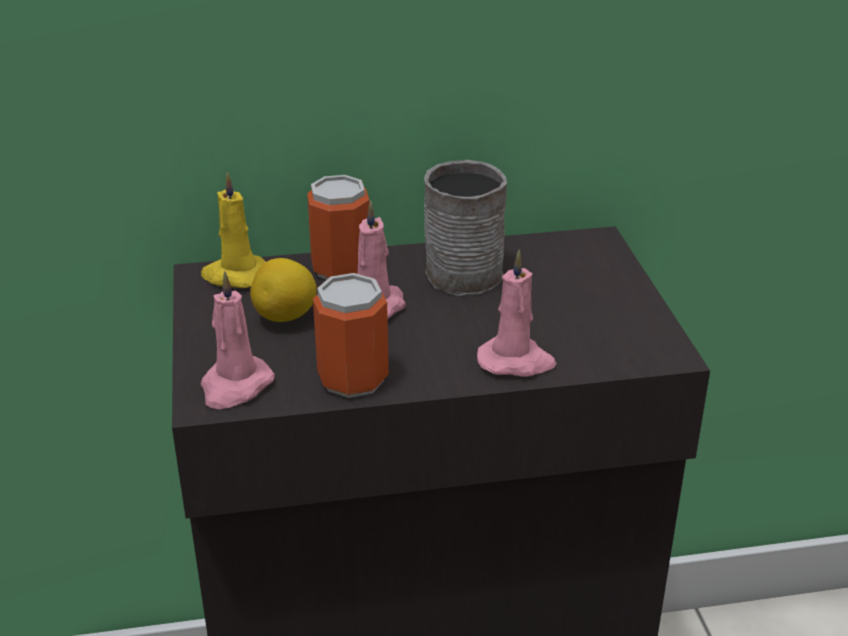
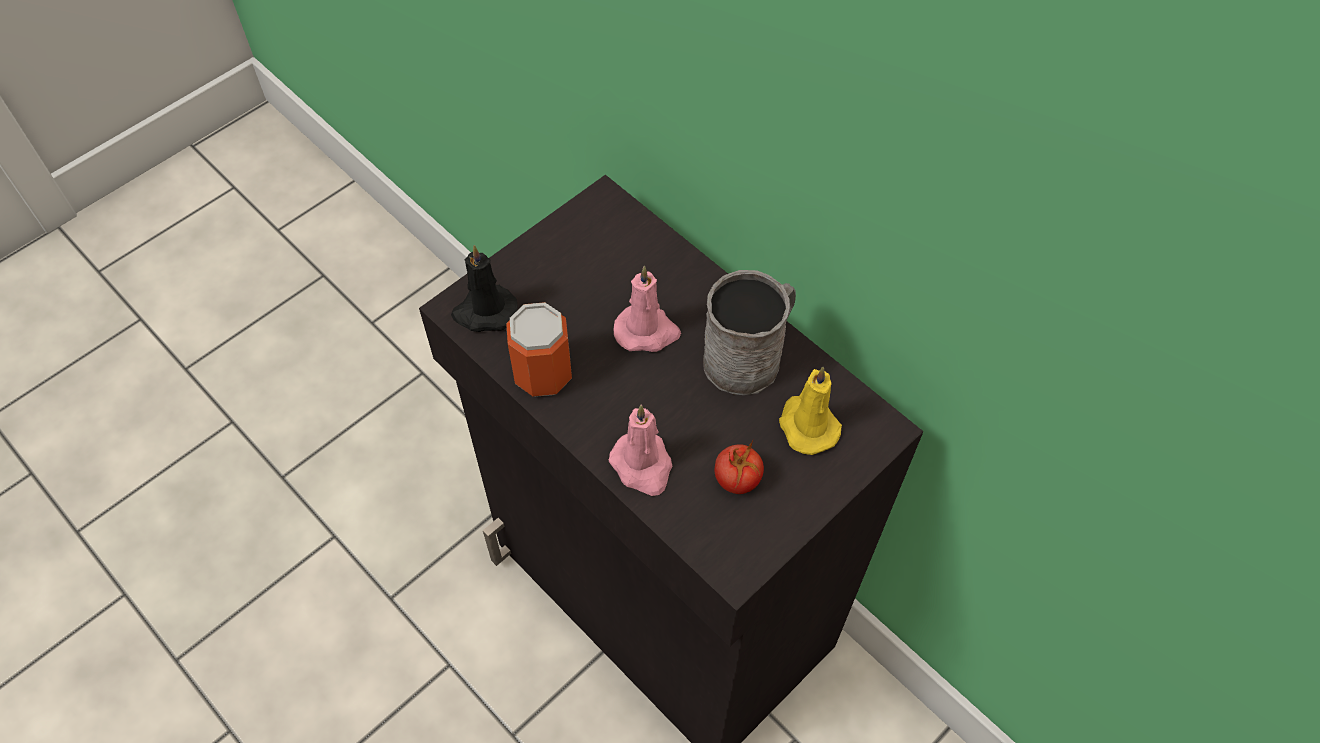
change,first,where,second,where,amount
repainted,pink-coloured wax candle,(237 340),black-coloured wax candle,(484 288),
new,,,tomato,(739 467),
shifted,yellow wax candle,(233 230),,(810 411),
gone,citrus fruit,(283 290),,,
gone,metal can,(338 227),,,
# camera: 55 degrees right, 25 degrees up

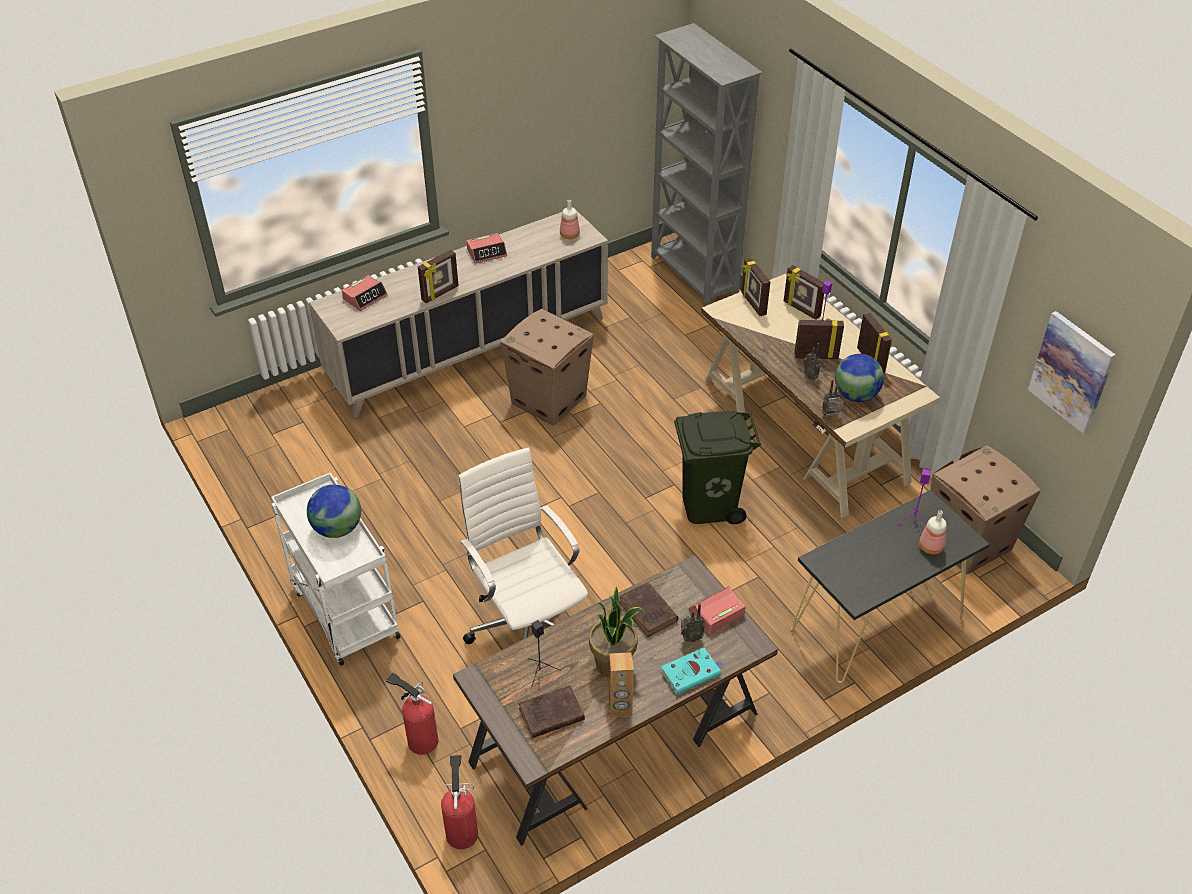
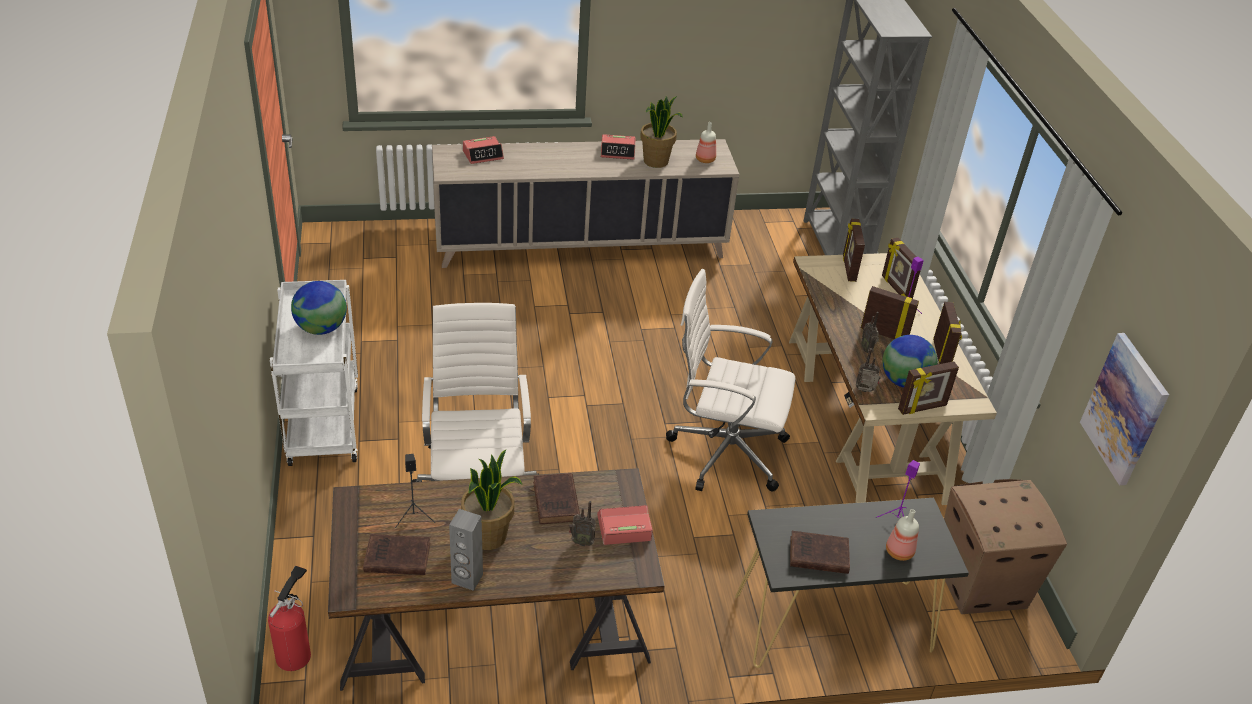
change,first,where,second,where,amount
repainted,brown speaker,(621 684),gray speaker,(466 550),
new,,,houseplant,(661 132),
swapped,green-coloured rubbish bin,(717 467),white-coloured computer chair,(730 380),
new,,,brown book,(820 552),
shifted,photo frame,(438 276),,(928 388),
gone,fire-fighting cylinder,(412 713),,,
gone,packing box,(547 367),,,
gone,turquoise book,(692 671),,,
# camera: 20 degrees right, 5 degrees down

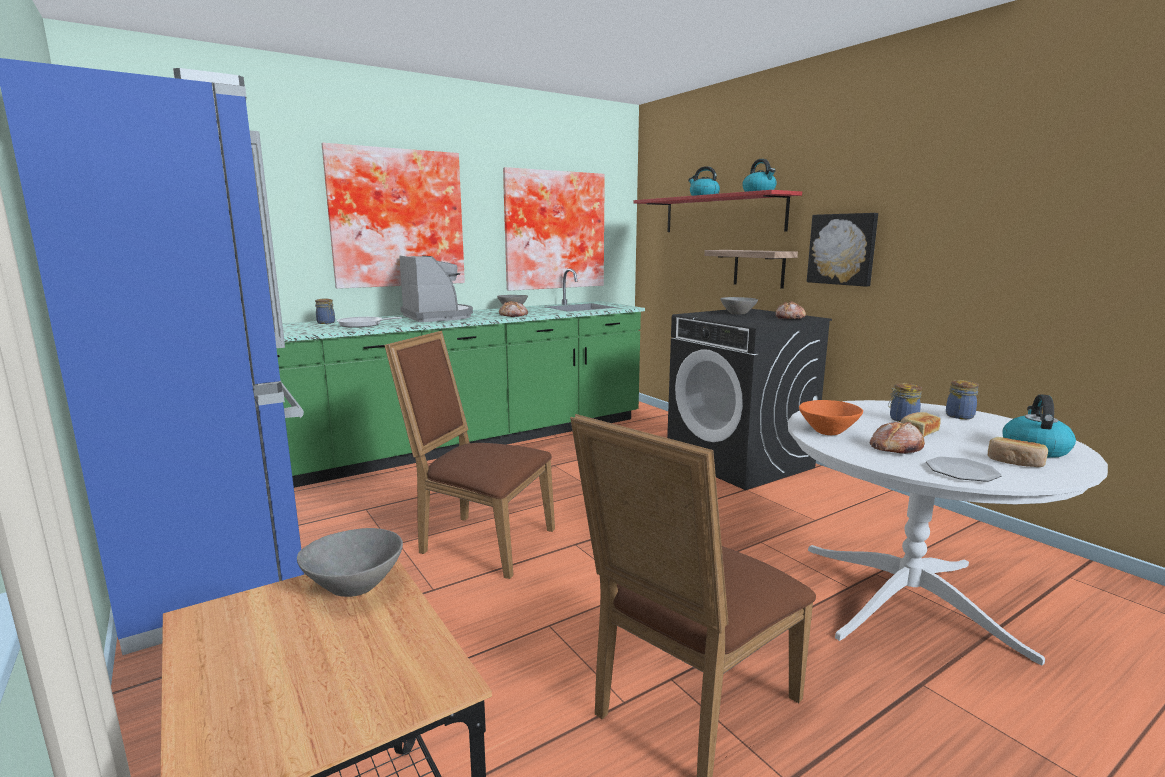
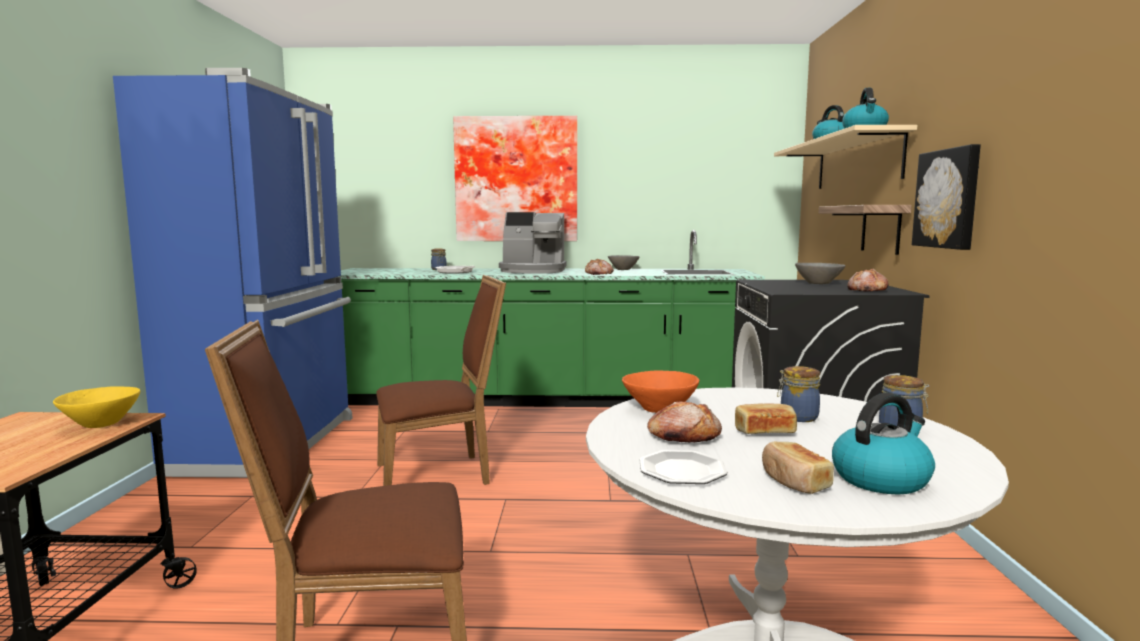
change,first,where,second,where,amount
repainted,gray deep dish,(350 562),yellow deep dish,(96 407),
rotated,brown upright chair,(469 455),,(441 380),105 degrees clockwise
rotated,coffee machine,(436 288),,(533 243),90 degrees clockwise
repainted,red shelf,(718 211),sand-coloured shelf,(846 157),
gone,wall picture,(554 229),,,
# camera: 35 degrees right, 5 degrees down

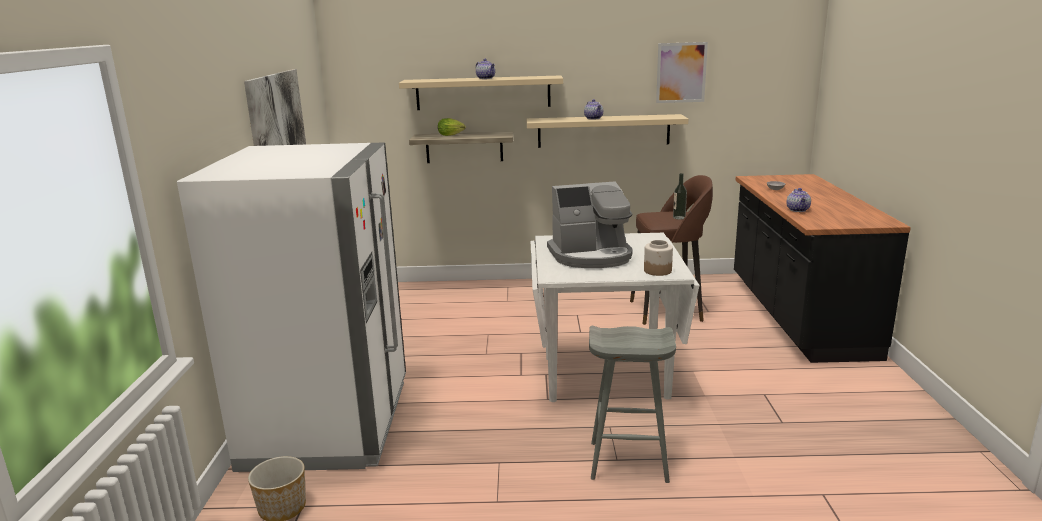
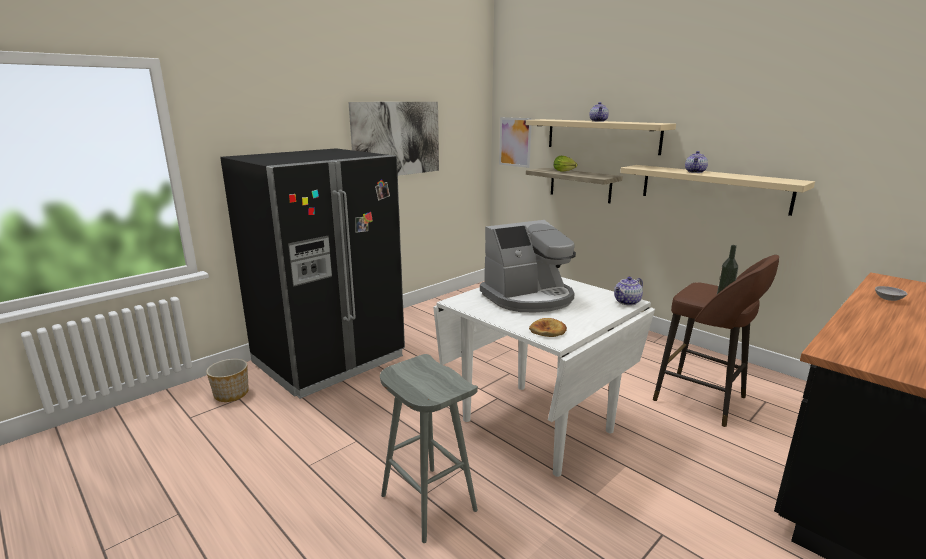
change,first,where,second,where,amount
repainted,white-coloured fridge,(291 307),black-coloured fridge,(312 273),
rotated,coffee machine,(589 224),,(528 266),60 degrees counterclockwise
shifted,wall picture,(682 72),,(515 142),
swapped,jar,(658 258),baked bread,(548 327),
shifted,pot for tea,(798 200),,(628 291),
# camera: 45 degrees right, 0 degrees up

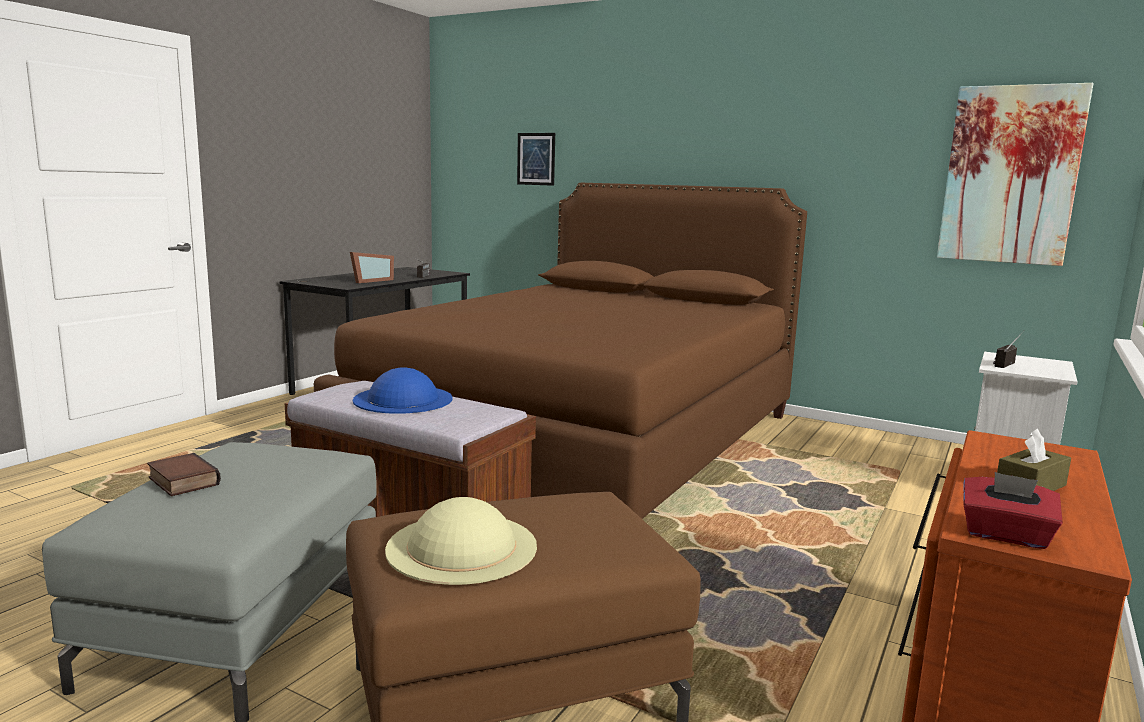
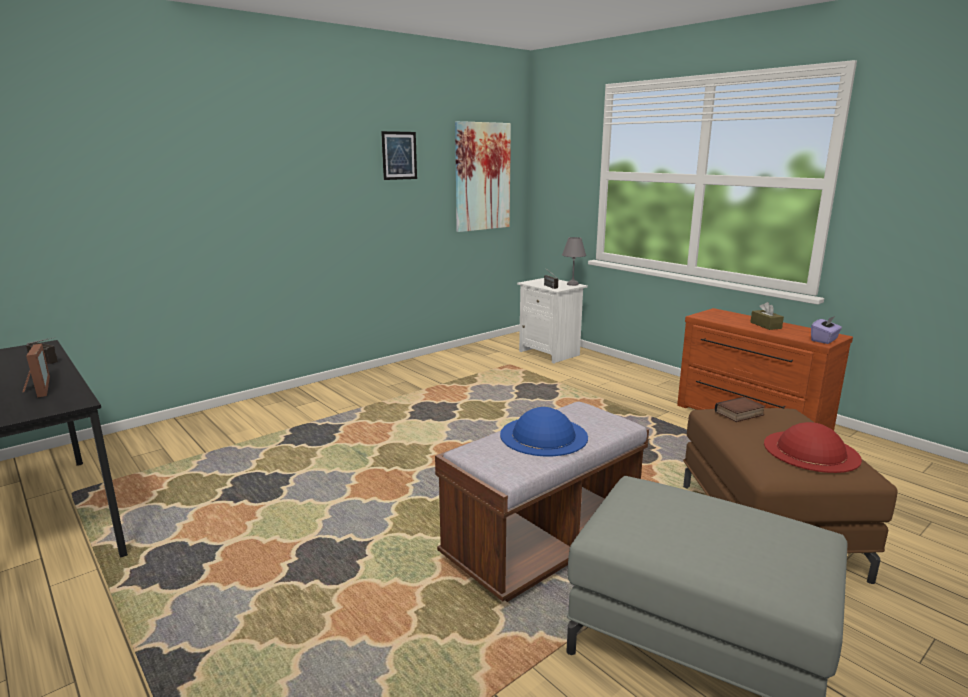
change,first,where,second,where,amount
shifted,wall picture,(536 159),,(399 155),
new,,,gray table lamp,(574 261),
shifted,book,(184 474),,(740 409),
repainted,sand-coloured wearable hat,(461 541),red wearable hat,(813 447),
repainted,red box of tissues,(1013 510),purple box of tissues,(826 330),
gone,brown bed,(560 351),,,
# camera: 70 degrees left, 5 degrees up

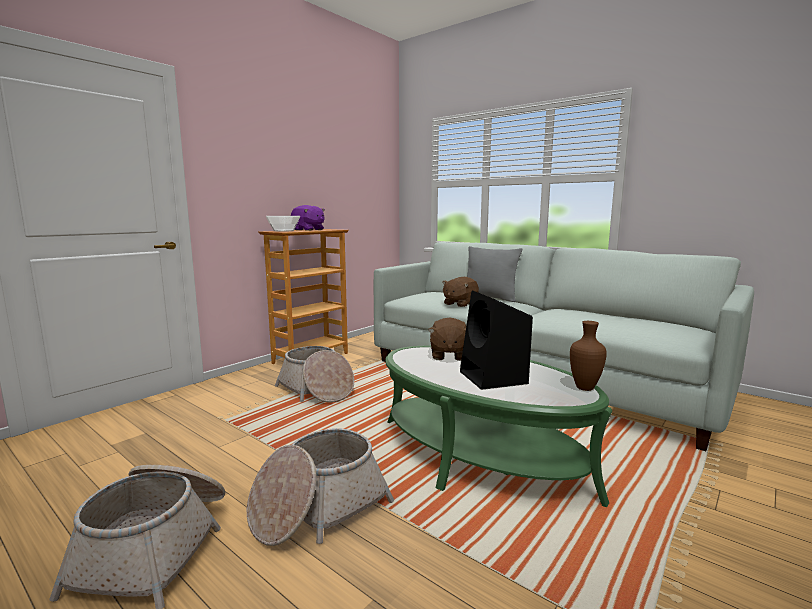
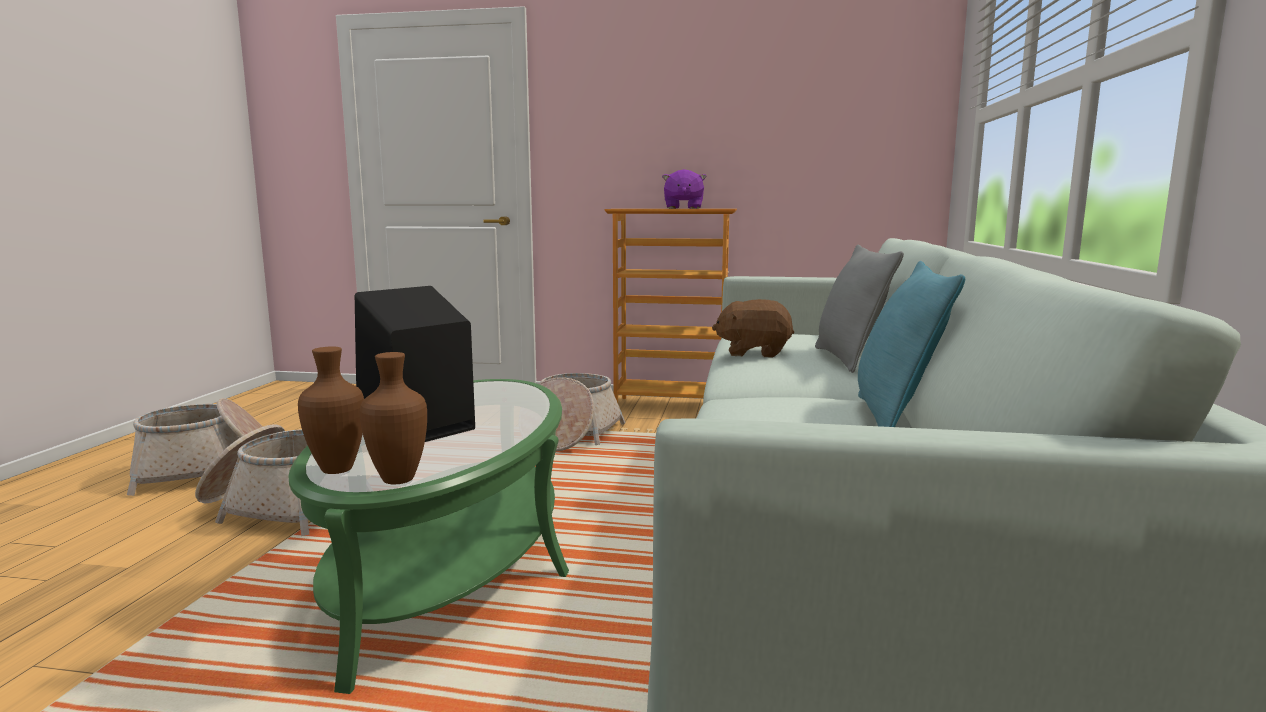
change,first,where,second,where,amount
new,,,brown vase,(331 410),
new,,,turquoise throw pillow,(911 344),
gone,deep dish,(283 224),,,
gone,brown cuddly toy,(447 339),,,
# camera: 60 degrees right, 0 degrees up

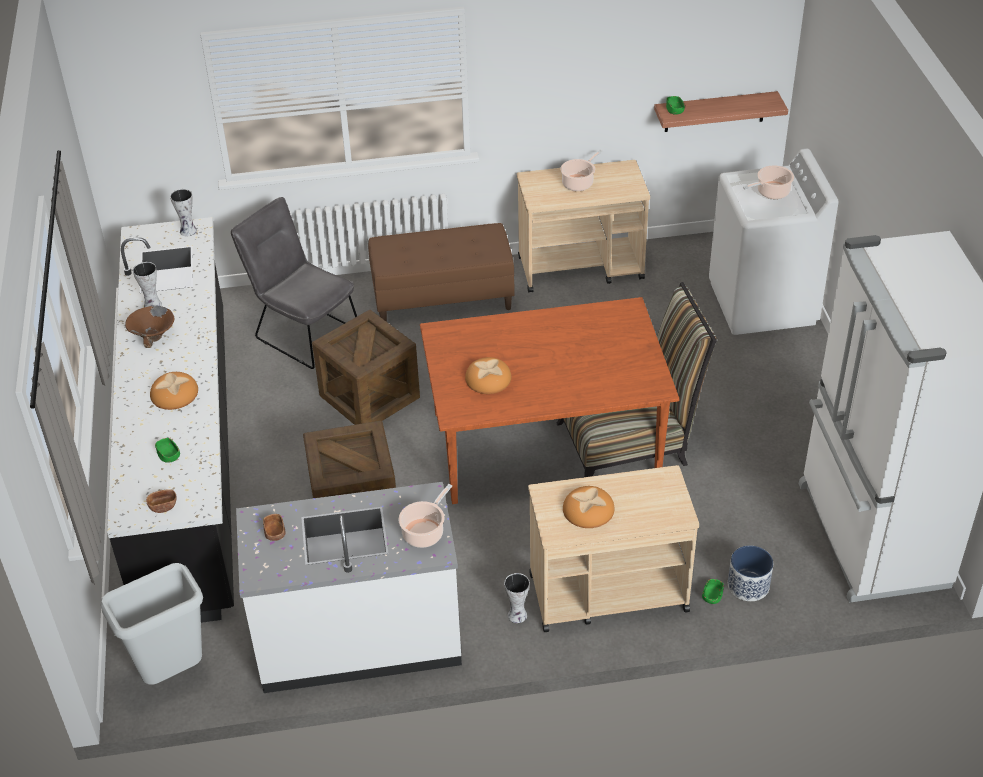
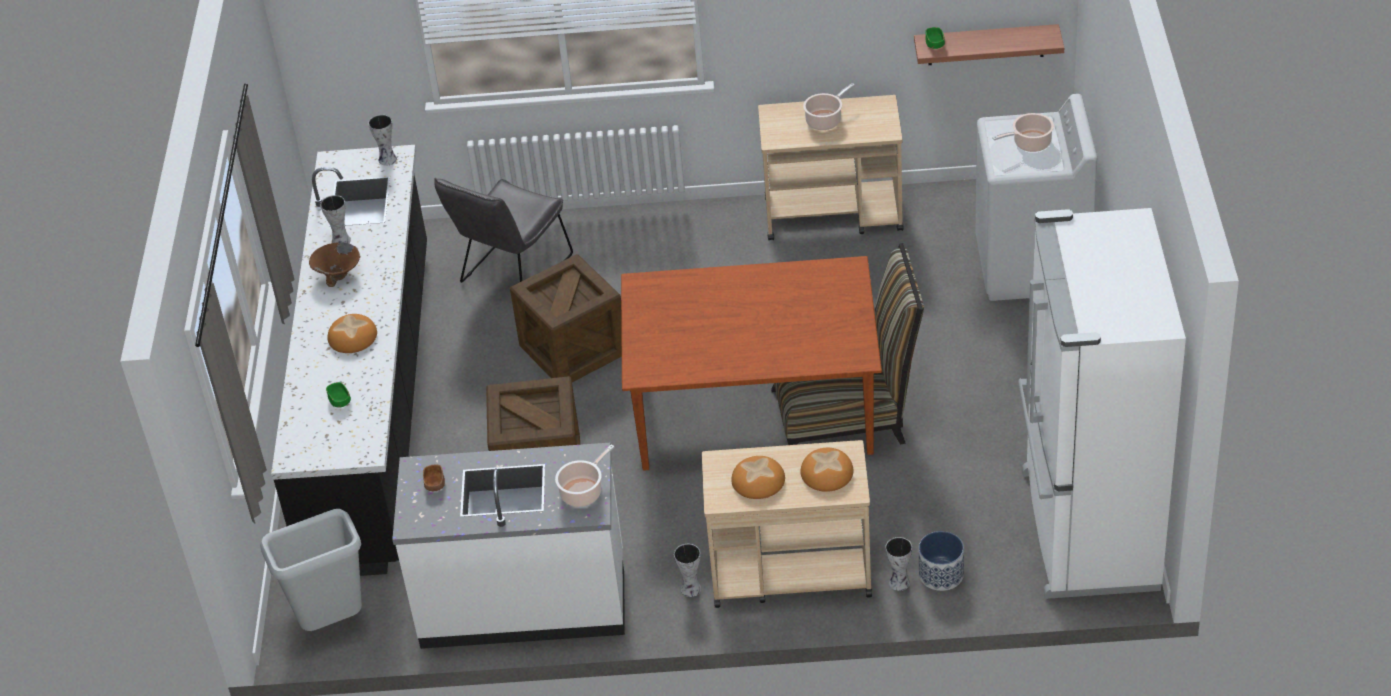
change,first,where,second,where,amount
rotated,gray upright chair,(294 283),,(503 230),105 degrees counterclockwise
shifted,baked bread,(488 375),,(826 470),
swapped,green-coloured deep dish,(713 591),vase,(898 564),
gone,brown deep dish,(161 501),,,
gone,brown long seat,(441 272),,,
# camera: 10 degrees right, 0 degrees up

